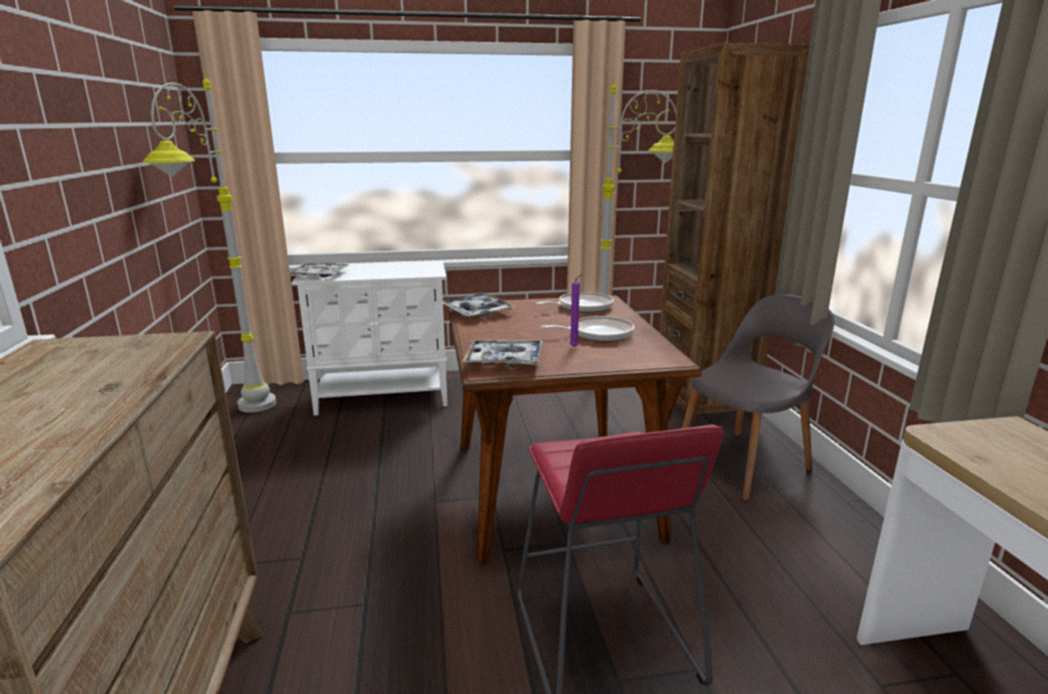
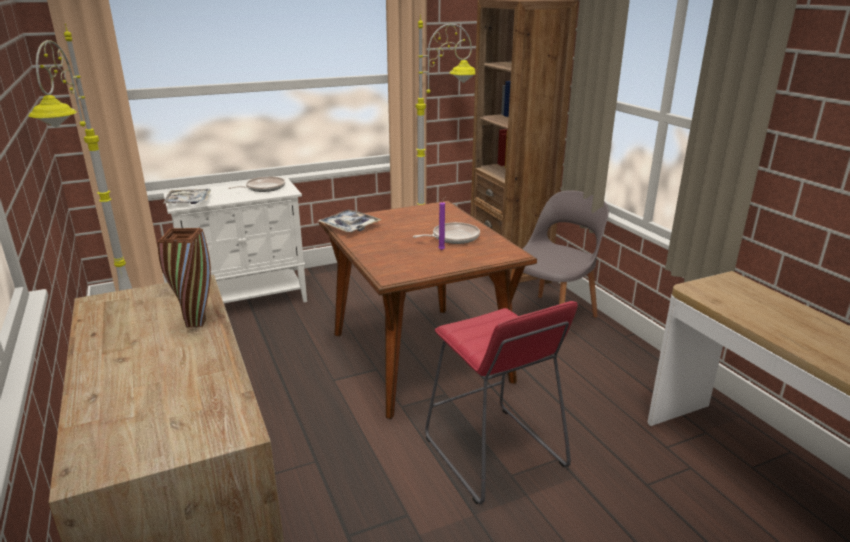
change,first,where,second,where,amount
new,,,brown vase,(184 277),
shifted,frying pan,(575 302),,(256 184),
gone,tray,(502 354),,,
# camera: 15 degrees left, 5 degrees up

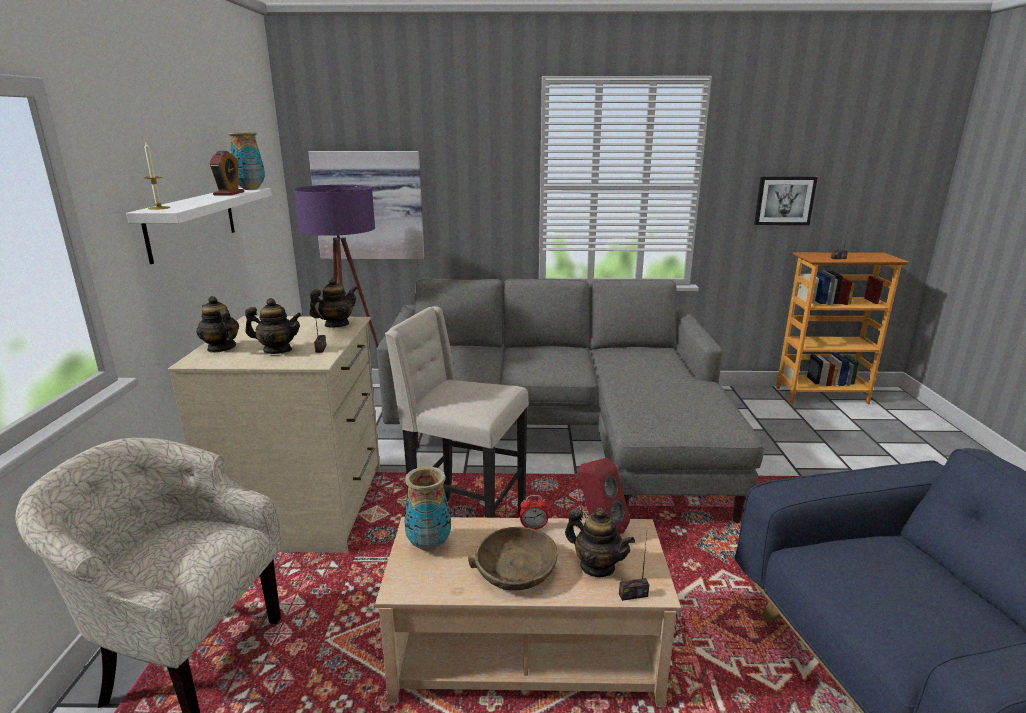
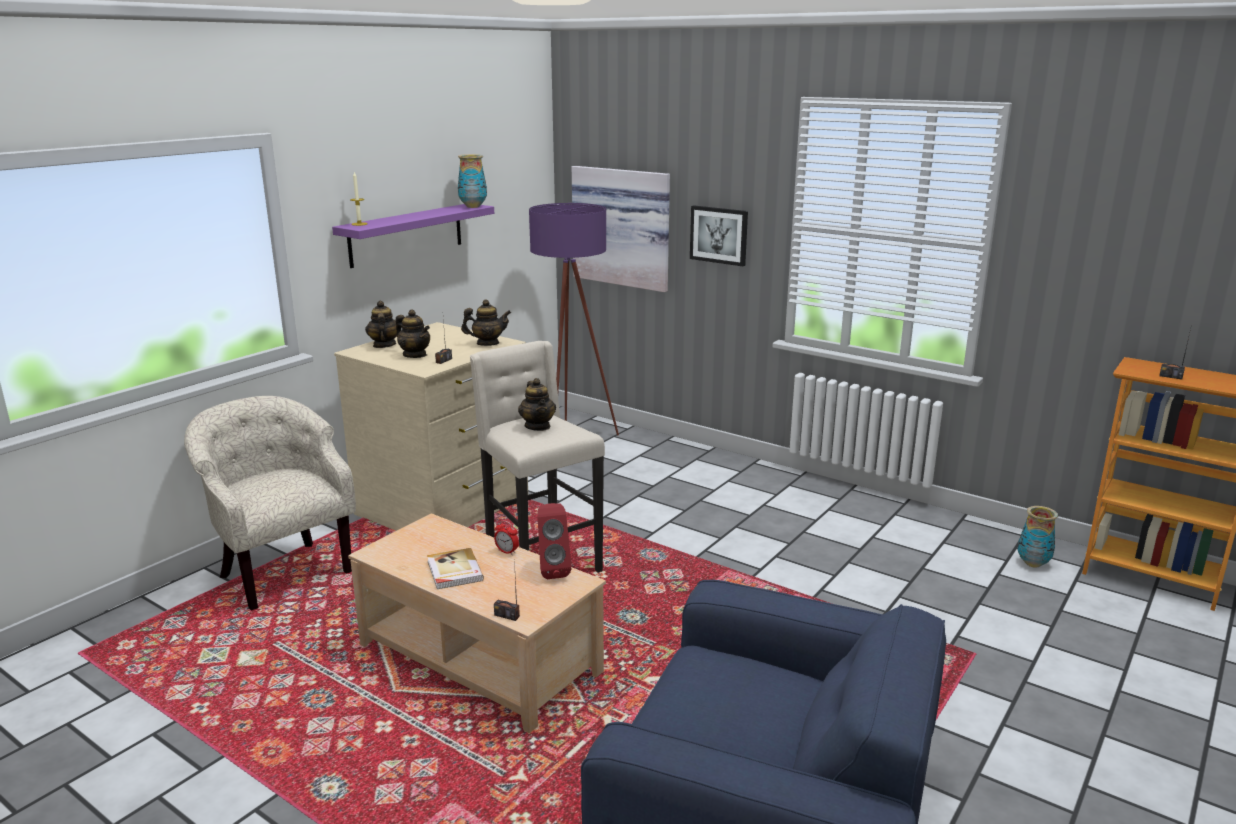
change,first,where,second,where,amount
repainted,white-coloured shelf,(199 226),purple shelf,(413 236),
swapped,brown deep dish,(513 559),book,(455 568),
shifted,pot for tea,(600 542),,(537 404),
shifted,wall picture,(786 201),,(719 235),
shifted,vase,(427 508),,(1038 537),
gone,table clock,(226 173),,,
gone,gray settee,(570 401),,,
# camera: 35 degrees right, 0 degrees up

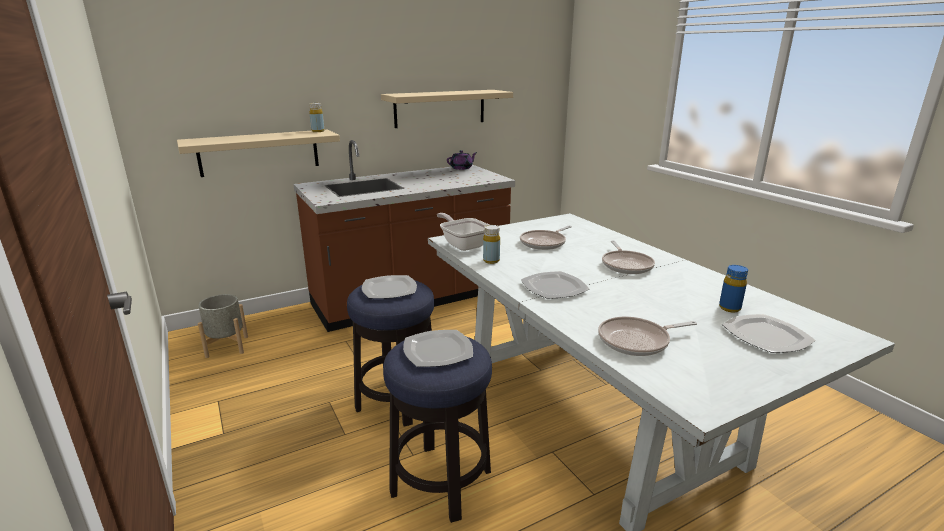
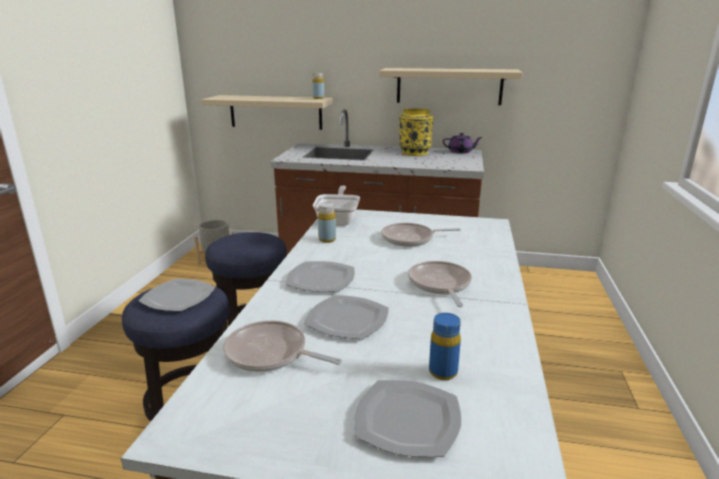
change,first,where,second,where,amount
shifted,dinner plate,(389 287),,(346 317),
new,,,yellow vase,(416 132),
rotated,frying pan,(628 257),,(440 284),135 degrees clockwise
# camera: 40 degrees right, 0 degrees up

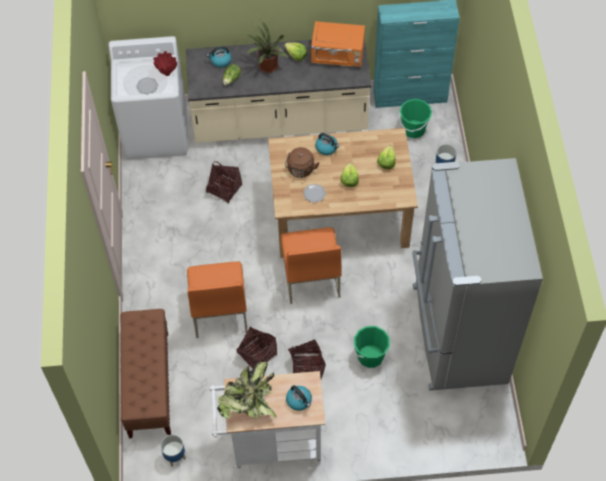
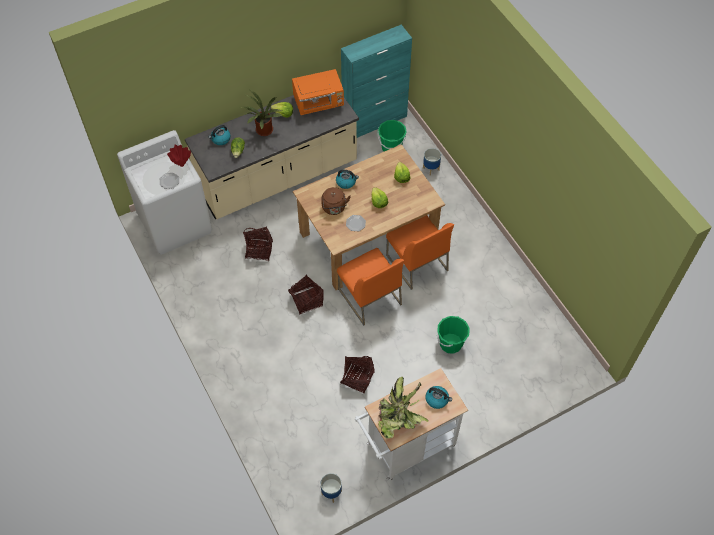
change,first,where,second,where,amount
shifted,storage basket,(307 359),,(306 295),
shifted,orange-coloured upright chair,(217 299),,(420 252),
gone,brown long seat,(145 373),,,
gone,gray fridge,(477 274),,,
# camera: 25 degrees left, 0 degrees up

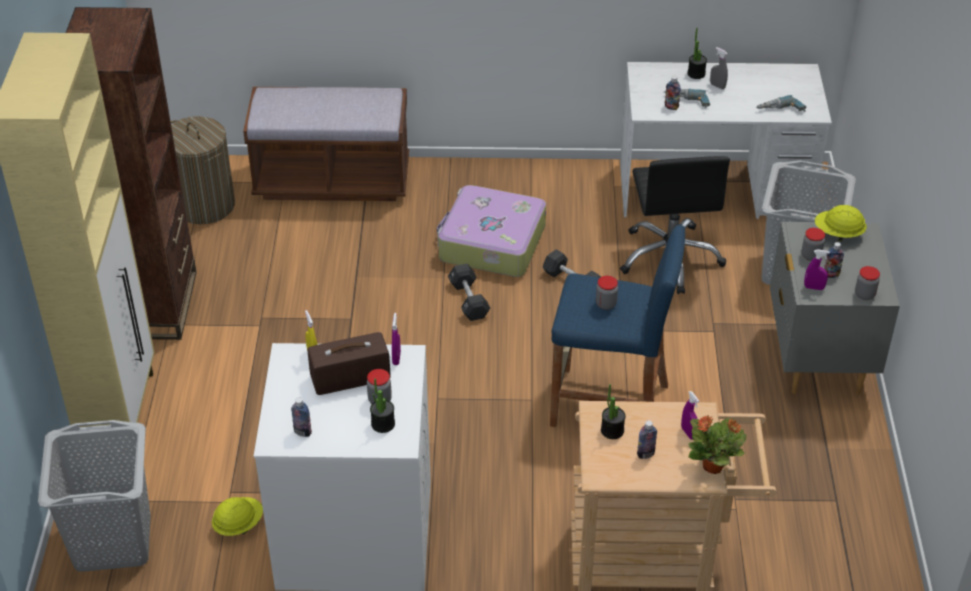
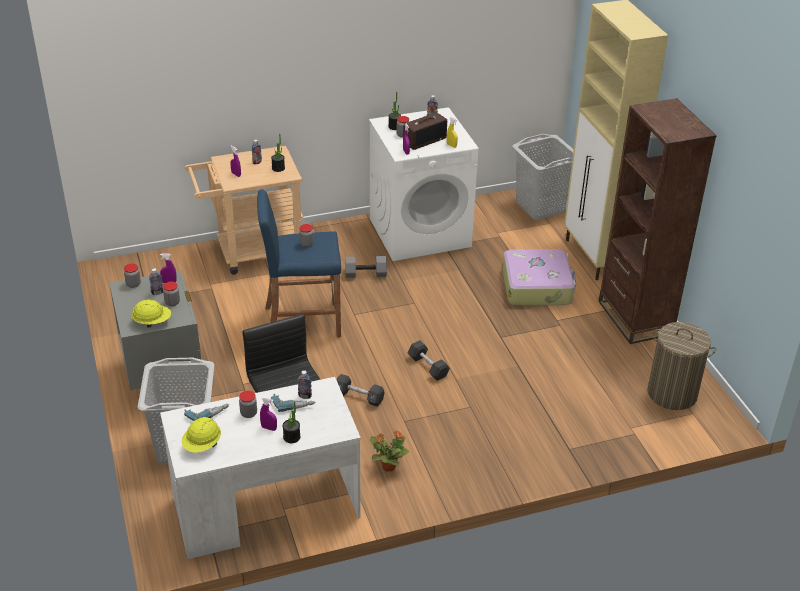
change,first,where,second,where,amount
shifted,yellow safety helmet,(237 516),,(201 434),
new,,,jar,(248 404),
repainted,gray hand sprayer,(719 68),purple hand sprayer,(268 414),
new,,,gray free weight,(366 267),
shifted,houseplant,(717 444),,(389 451),
shifted,travel case,(491 231),,(539 277),
gone,brown long seat,(326 144),,,
# camera: 160 degrees right, 5 degrees down

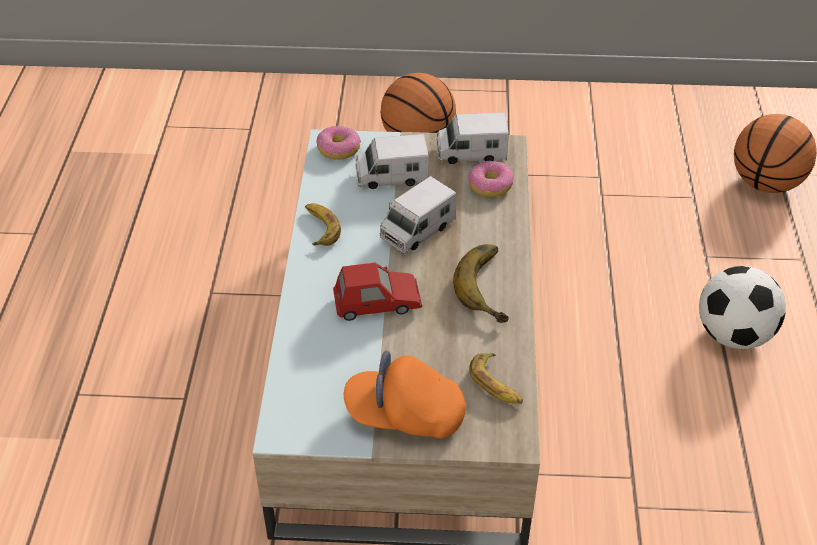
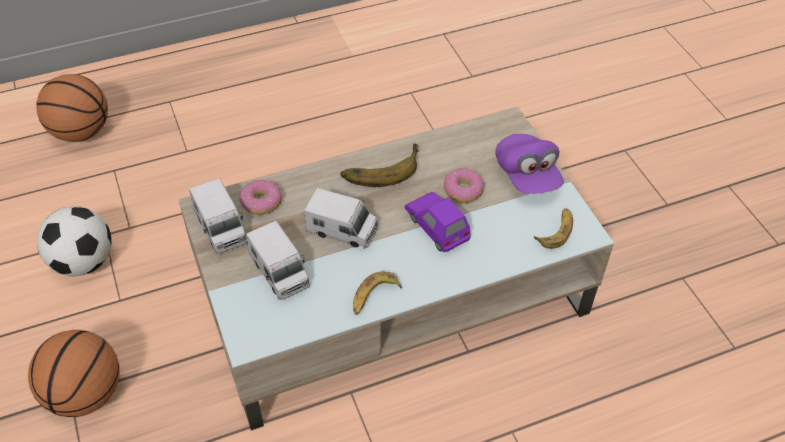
change,first,where,second,where,amount
shifted,ball for football,(742 307),,(74 241),
repainted,red miniature car,(377 292),purple miniature car,(438 222),
shifted,donut,(339 143),,(464 185),
repainted,orange-coloured peaked cap,(405 394),purple peaked cap,(529 164),
shifted,banana,(496 378),,(553 229),
# camera: 115 degrees left, 5 degrees up

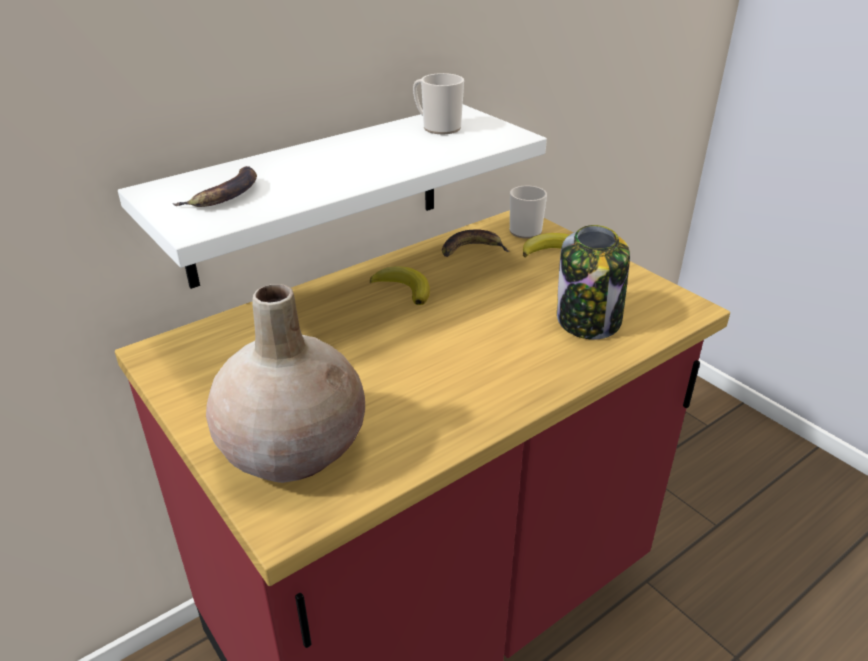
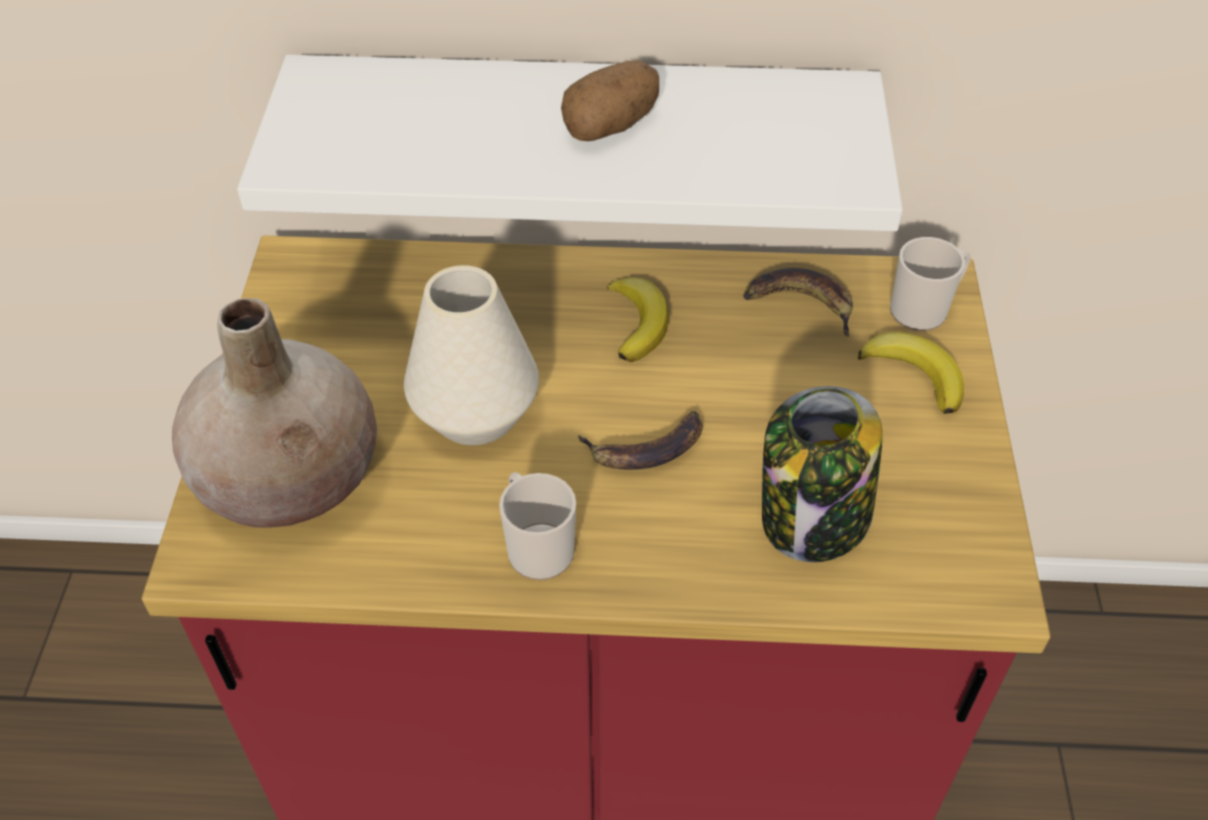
change,first,where,second,where,amount
new,,,white-coloured vase,(471 355),
shifted,tea mug,(438 103),,(537 526),
new,,,spud,(610 100),
shifted,banana,(214 186),,(640 440),
# camera: 40 degrees right, 15 degrees up

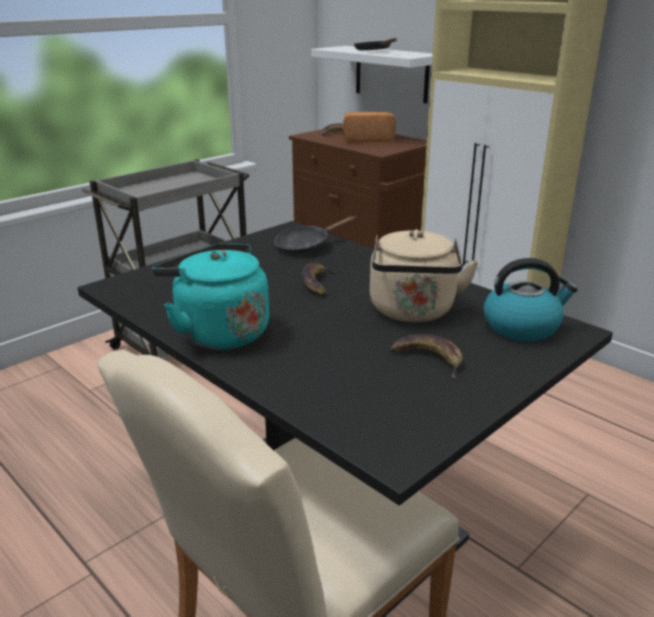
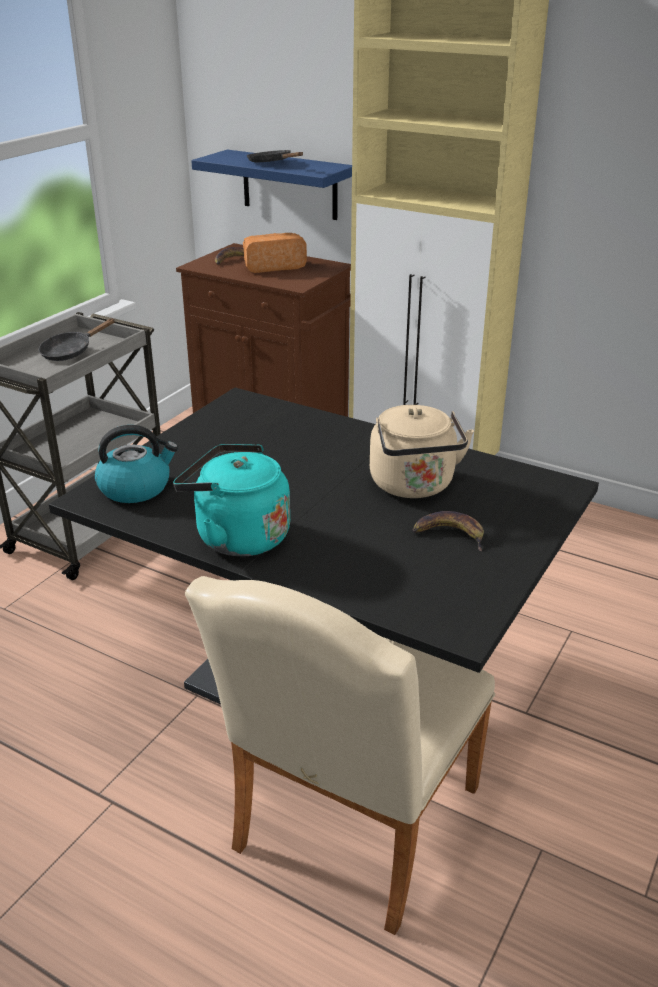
change,first,where,second,where,amount
shifted,black-coloured frying pan,(315 235),,(76 339),
shifted,water kettle,(530 299),,(136 464),
repainted,white-coloured shelf,(372 75),bluish shelf,(271 185),
gone,banana,(318 279),,,
# camera: 15 degrees left, 5 degrees up

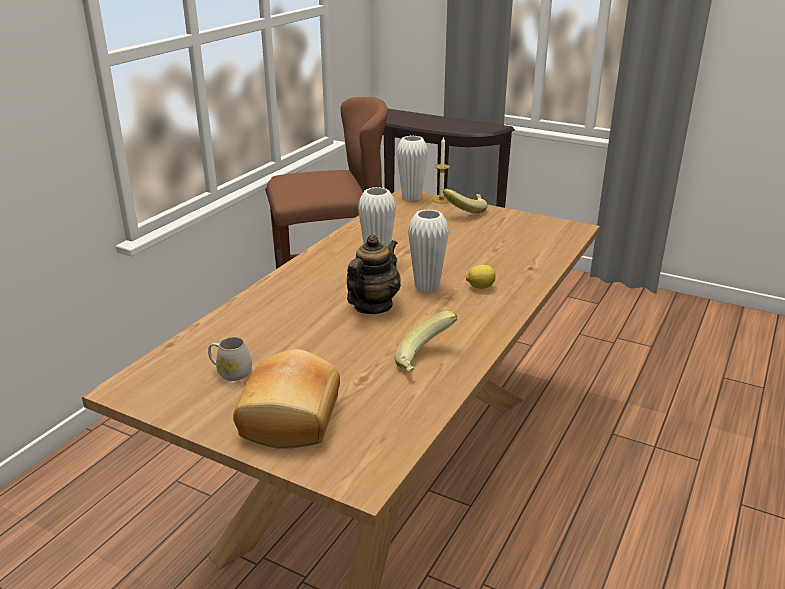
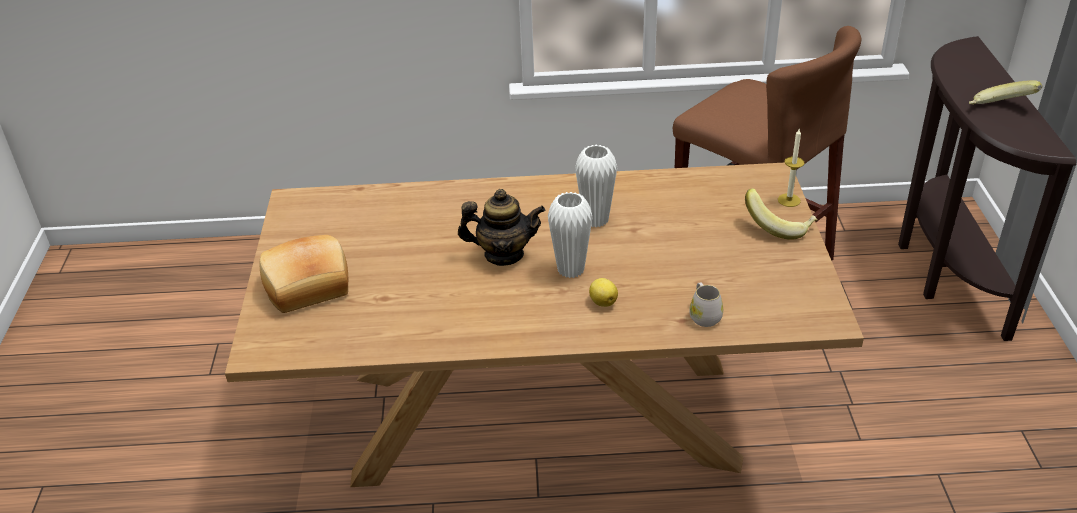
change,first,where,second,where,amount
shifted,white-coloured tea mug,(230 359),,(706 304),
shifted,banana,(426 341),,(1005 92),
gone,white-coloured vase,(412 168),,,
# camera: 60 degrees right, 10 degrees up

